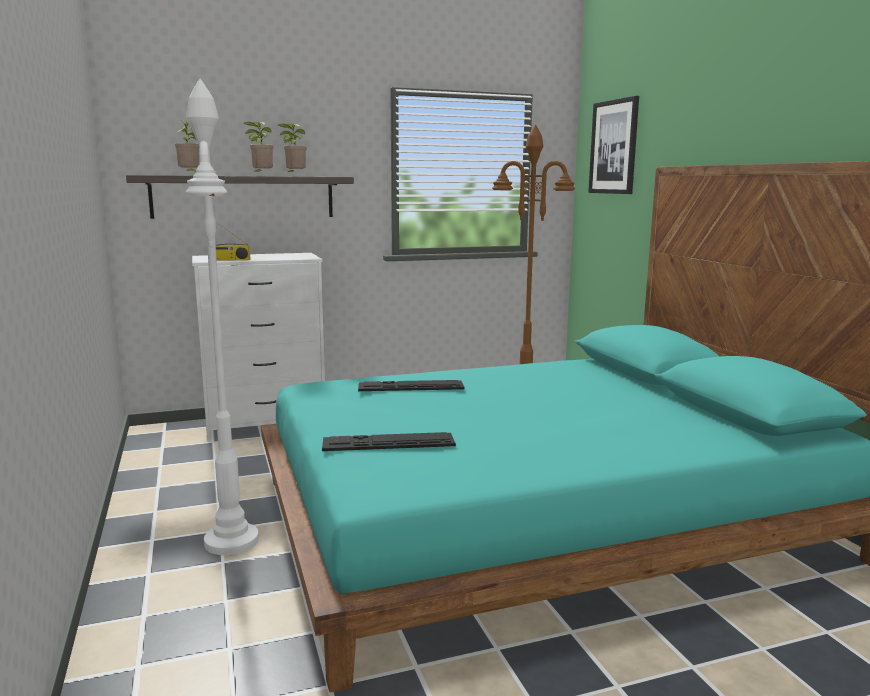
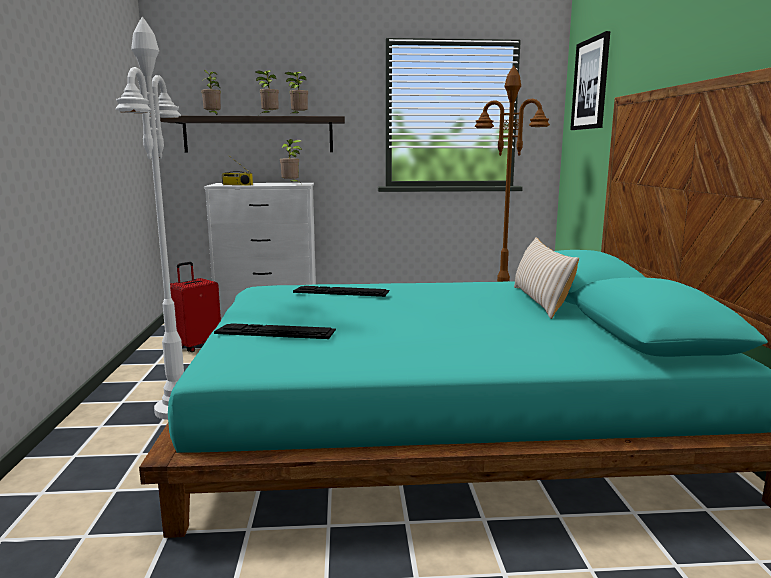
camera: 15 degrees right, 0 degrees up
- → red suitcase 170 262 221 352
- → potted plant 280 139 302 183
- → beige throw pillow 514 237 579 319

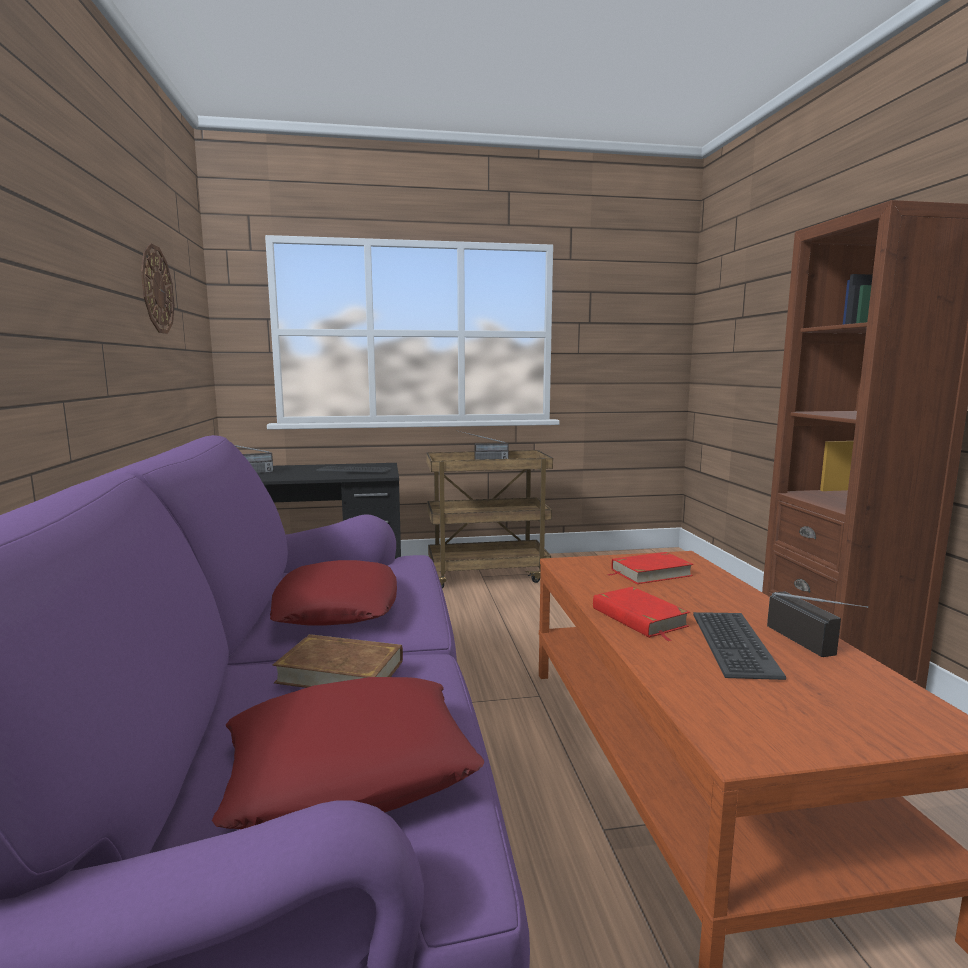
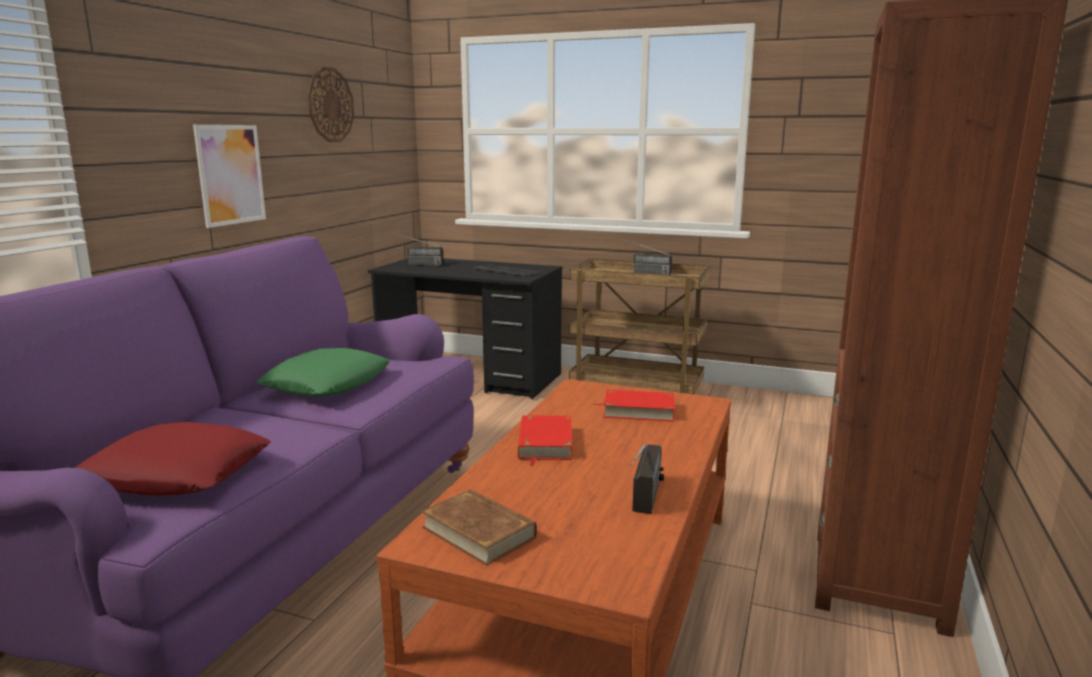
camera: 30 degrees right, 5 degrees up
- → wall art 193 125 266 228
red throw pillow 270 560 397 626 → greenish throw pillow 256 348 390 396
brown book 272 634 403 688 → brown book 421 489 537 566, moved
computer keyboard 693 612 786 680 → -

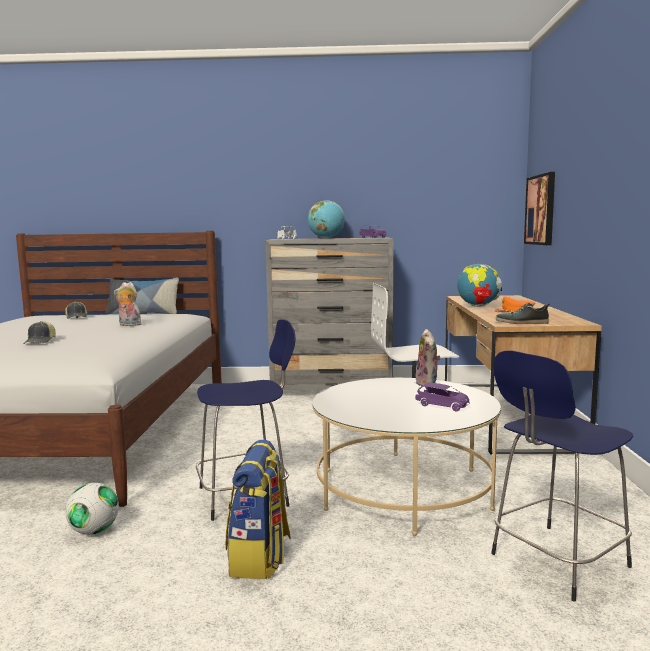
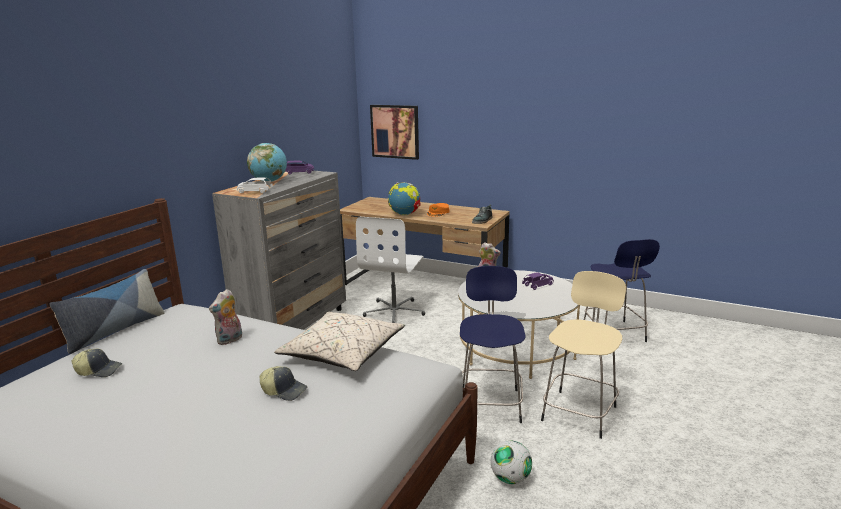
camera: 65 degrees left, 10 degrees up
- → beige throw pillow 274 312 405 371
rucksack 226 440 291 579 → beige stool seat 541 271 626 439

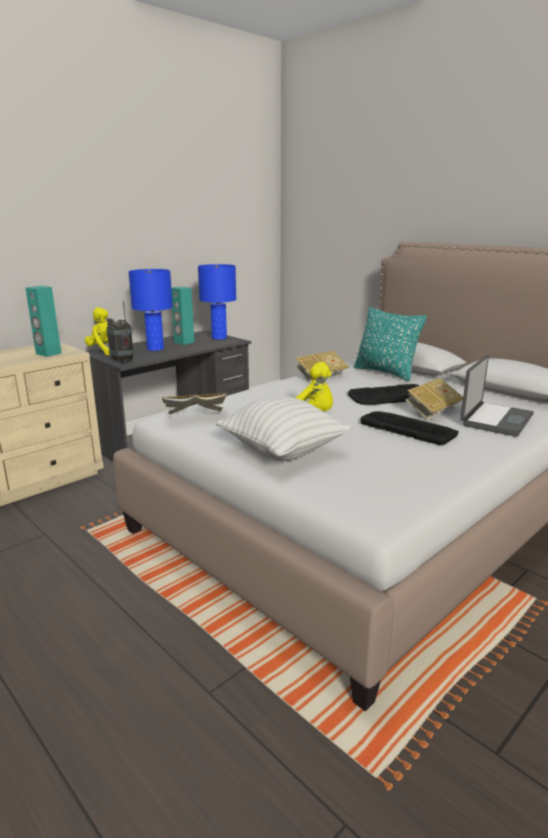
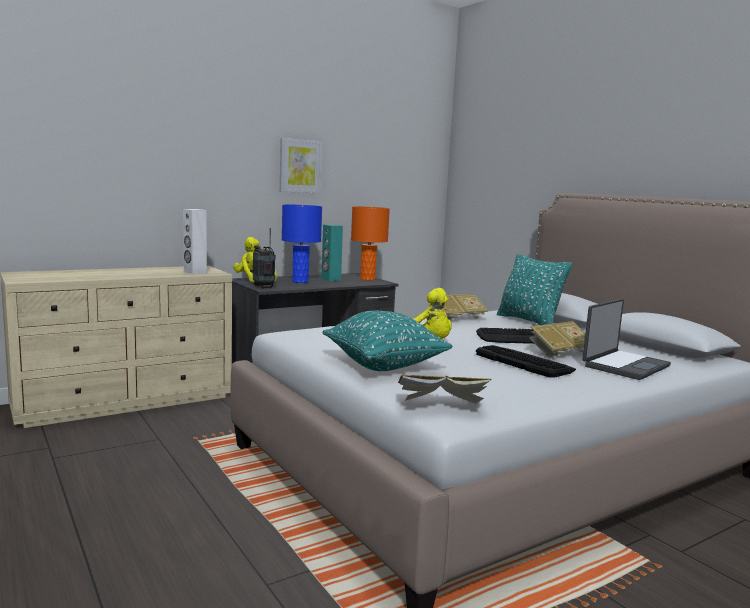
camera: 10 degrees right, 10 degrees down
blue-green loudspeaker 25 286 61 357 → white loudspeaker 183 209 207 274
- → wall art 280 138 323 193
white throw pillow 216 396 352 461 → blue-green throw pillow 322 310 452 371
blue-coloured table lamp 198 264 236 340 → orange table lamp 351 206 390 280
book 162 393 228 415 → book 398 375 492 404, moved

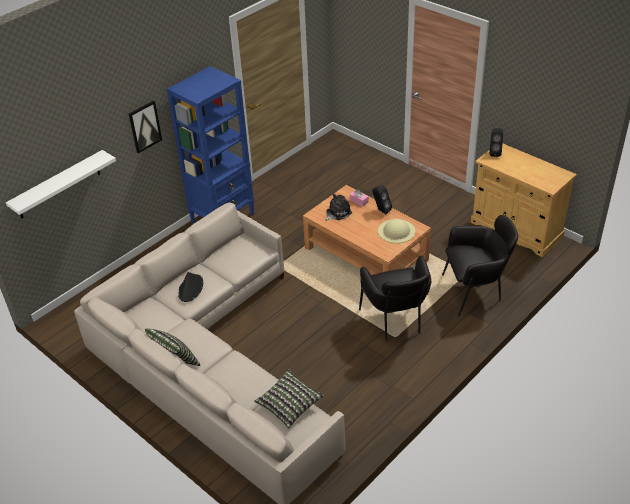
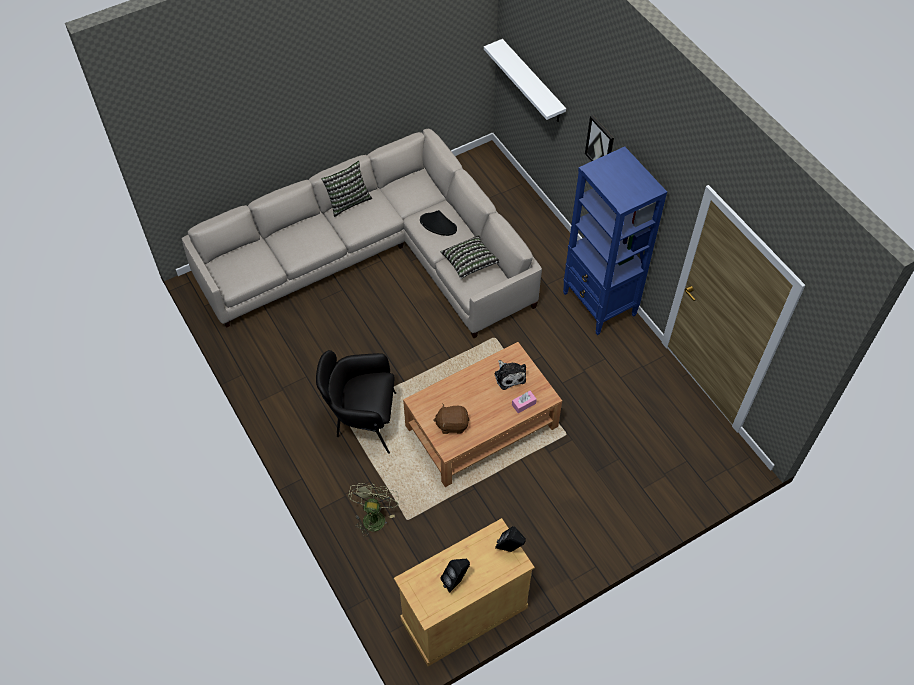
camera: 105 degrees right, 15 degrees up
black lounge chair 442 215 518 316 → greenish fan 348 483 399 537
beige clothing hat 378 219 415 243 → brown plush toy 434 404 470 434
black loudspeaker 372 186 392 214 → black loudspeaker 440 559 470 592, moved
throw pillow 254 369 324 429 → throw pillow 441 235 500 279, moved

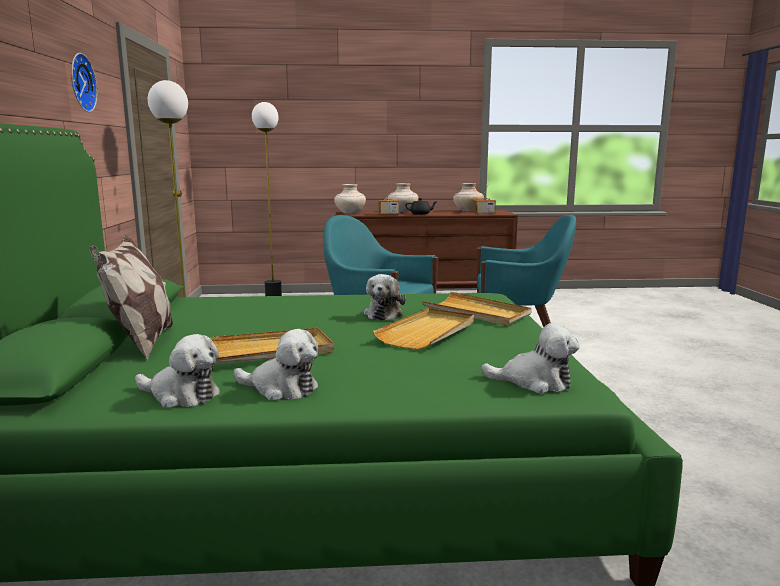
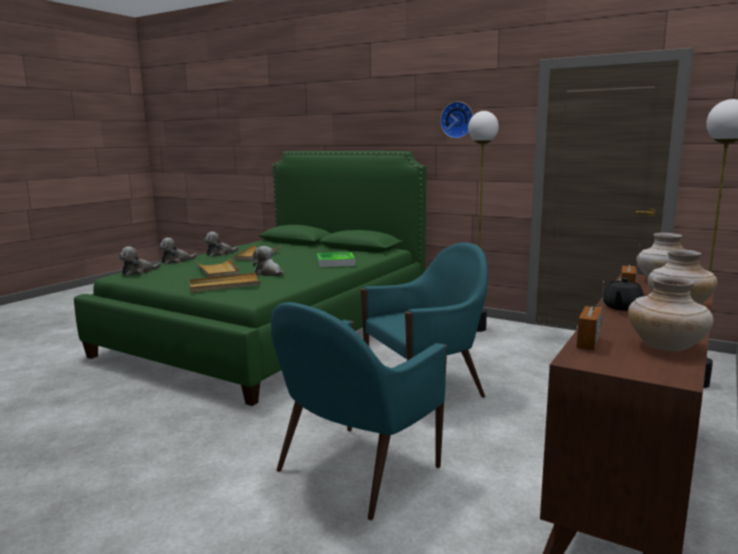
camera: 125 degrees right, 0 degrees up
plush toy 135 334 220 408 → plush toy 159 238 198 264, moved
- → carrying tray 317 252 356 267
throw pillow 89 234 173 360 → -

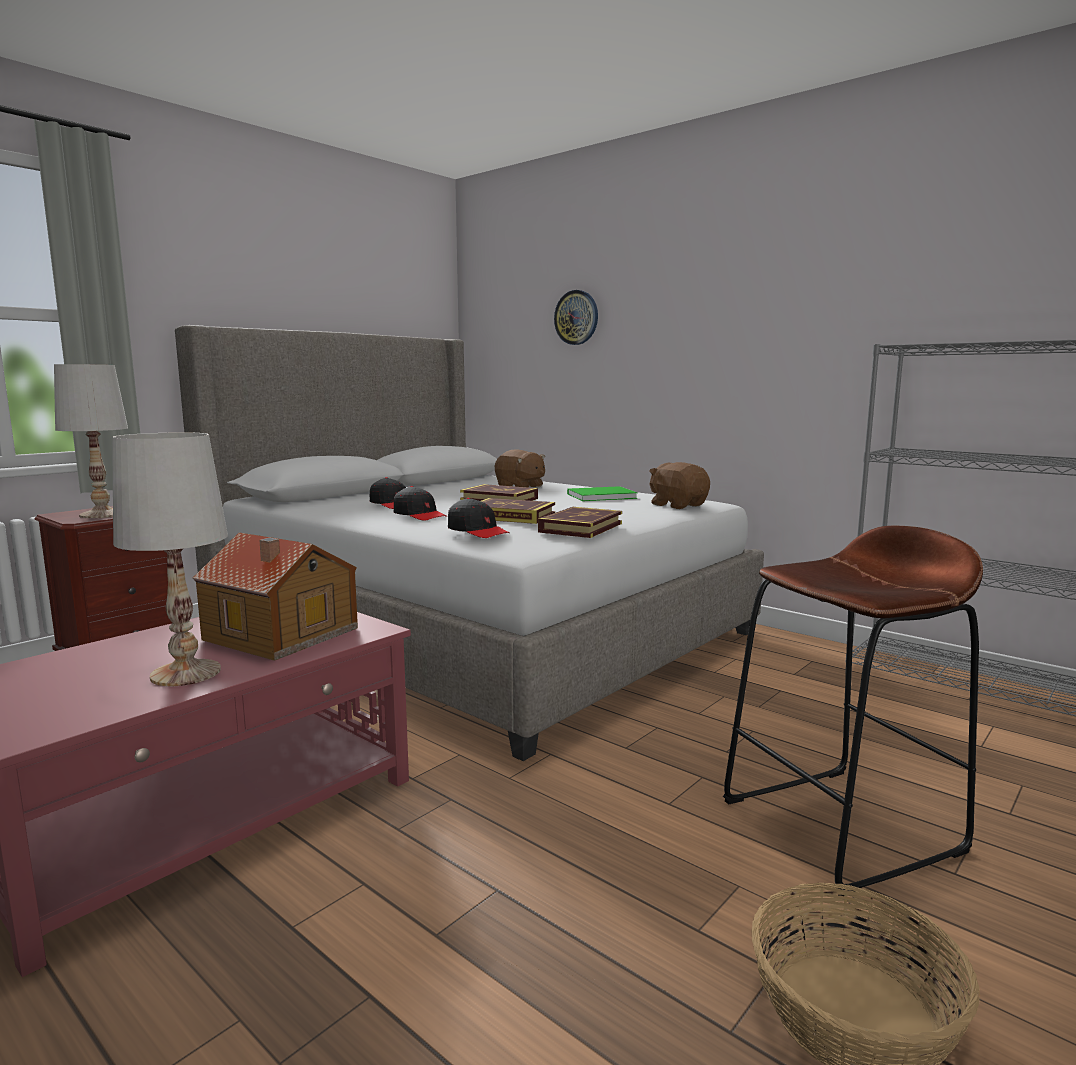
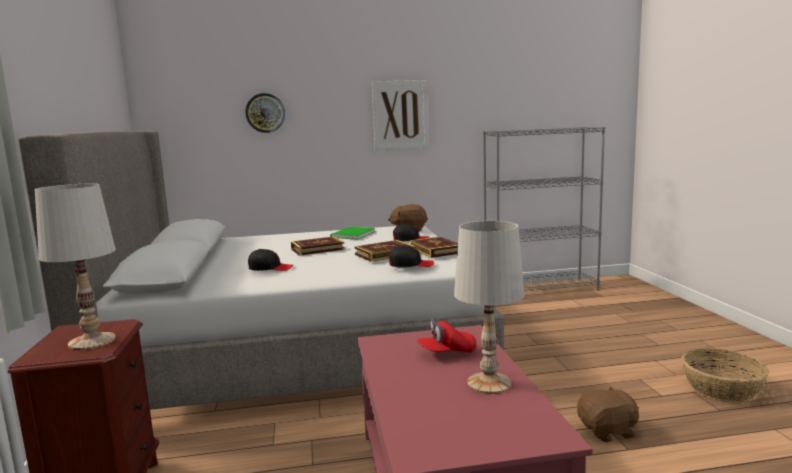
camera: 50 degrees left, 0 degrees up
- → wall art 372 80 428 150
black baseball cap 394 486 447 521 → black baseball cap 393 223 430 241, moved
model house 193 532 358 661 → red baseball cap 417 318 476 353
brown plush toy 495 450 545 488 → brown plush toy 577 386 639 442, moved
brown stool seat 723 526 983 896 → -

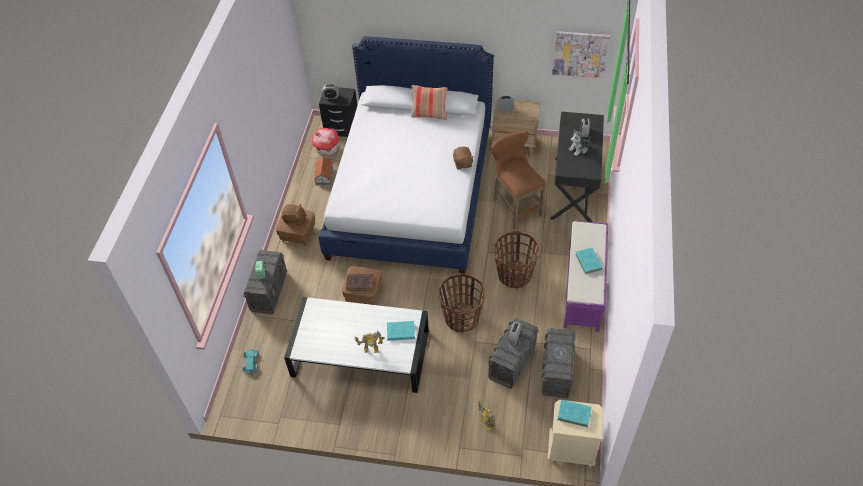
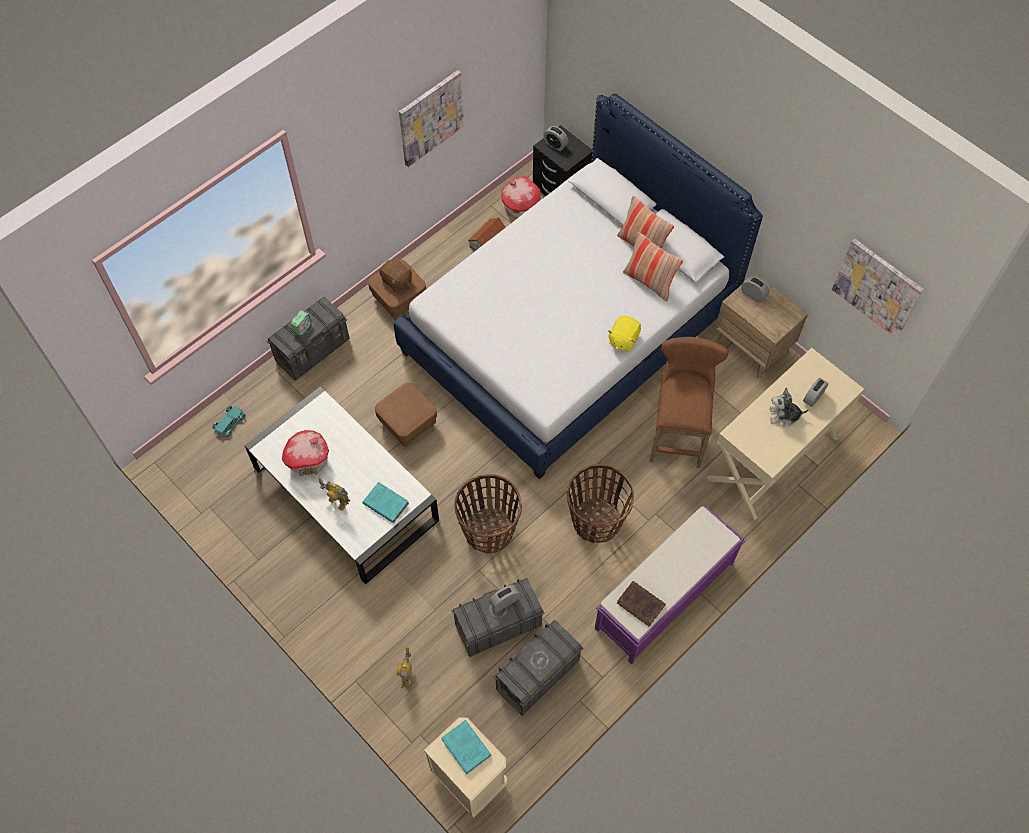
camera: 35 degrees right, 10 degrees up
- → model house 282 430 329 476
- → wall art 399 70 464 167
brown plush toy 453 147 474 170 → yellowish plush toy 608 316 641 351
brown book 346 274 373 291 → brown book 617 581 666 626, moved
- → throw pillow 623 232 683 301
black desk 550 112 604 222 → beige desk 707 348 864 520
blue-green book 575 248 603 274 → -

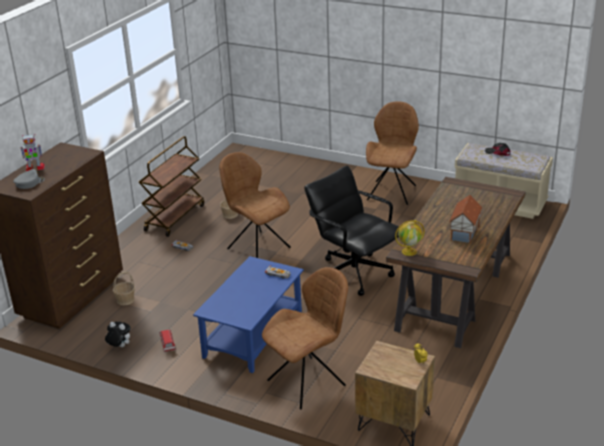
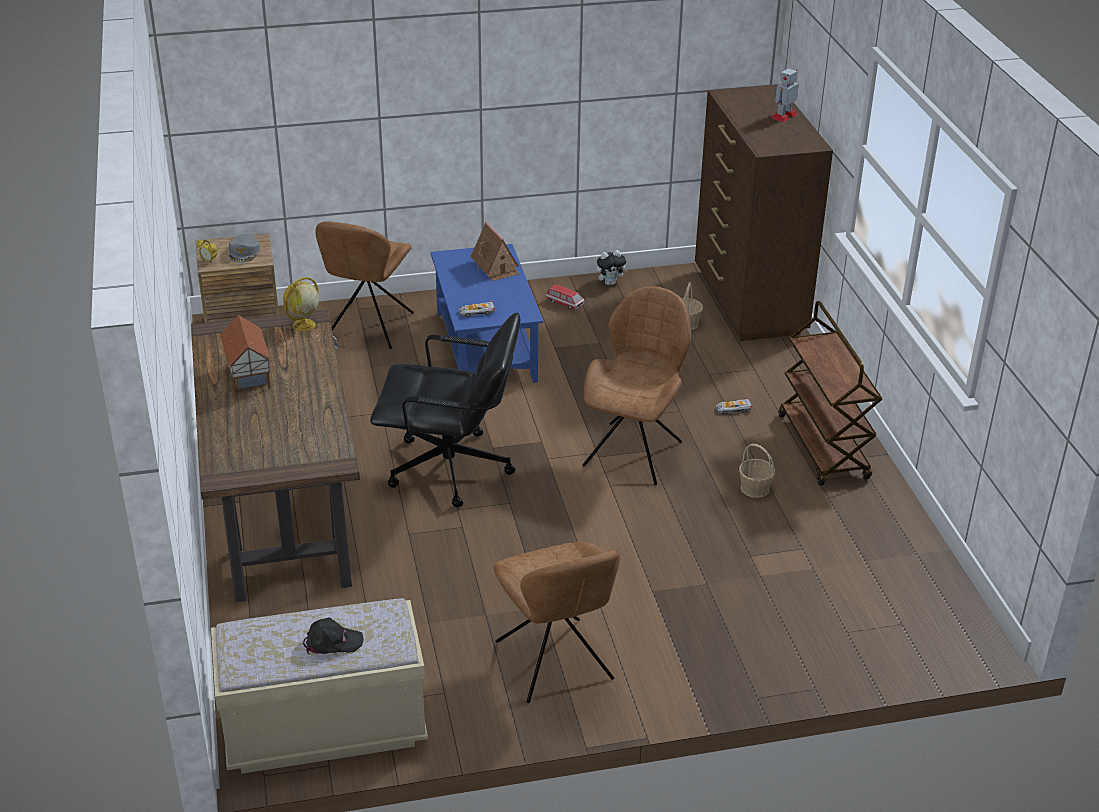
camera: 140 degrees right, 5 degrees up
grey baseball cap 13 169 45 189 → grey baseball cap 229 234 260 263, moved
- → model house 470 222 520 281
brown upright chair 219 152 291 258 → brown upright chair 582 286 691 485, 75 degrees counterclockwise

